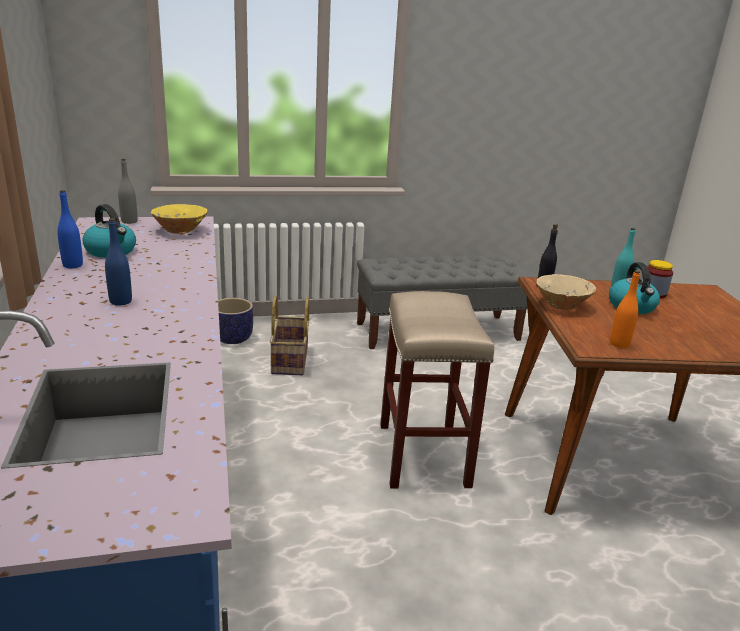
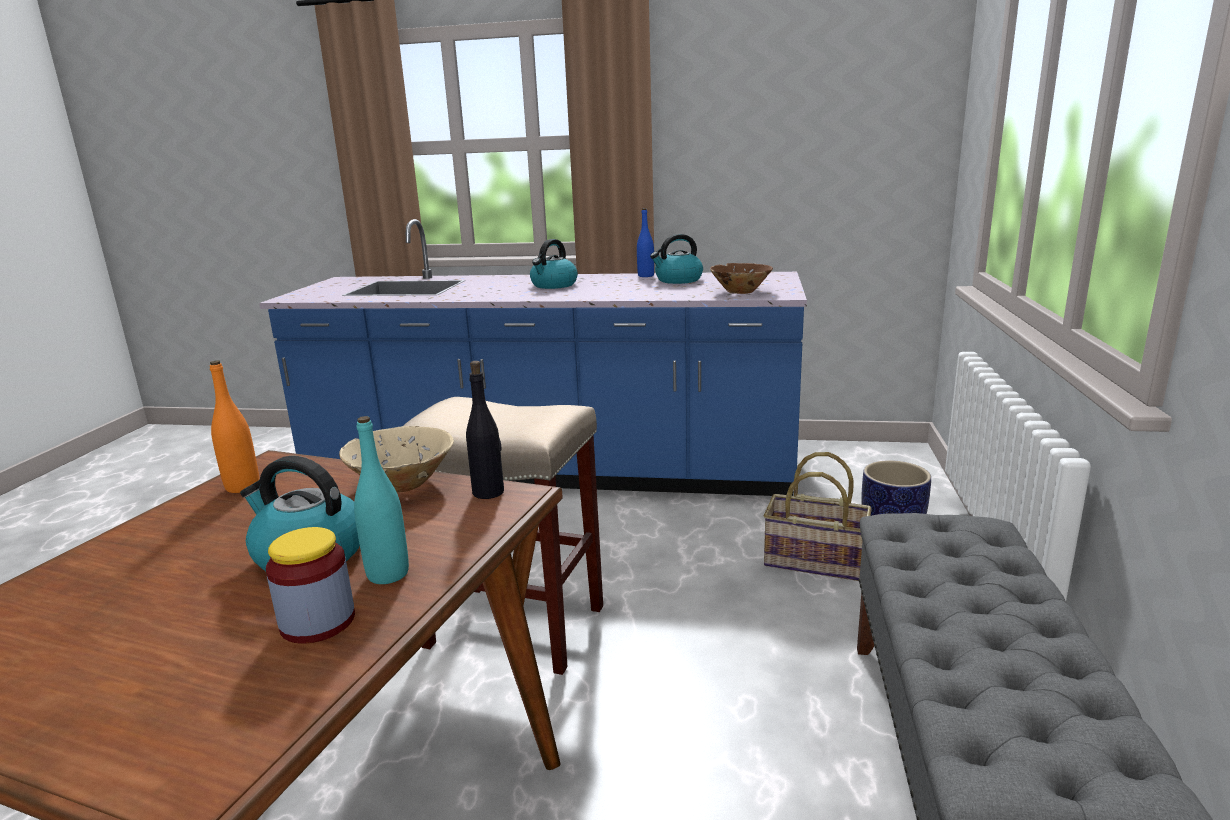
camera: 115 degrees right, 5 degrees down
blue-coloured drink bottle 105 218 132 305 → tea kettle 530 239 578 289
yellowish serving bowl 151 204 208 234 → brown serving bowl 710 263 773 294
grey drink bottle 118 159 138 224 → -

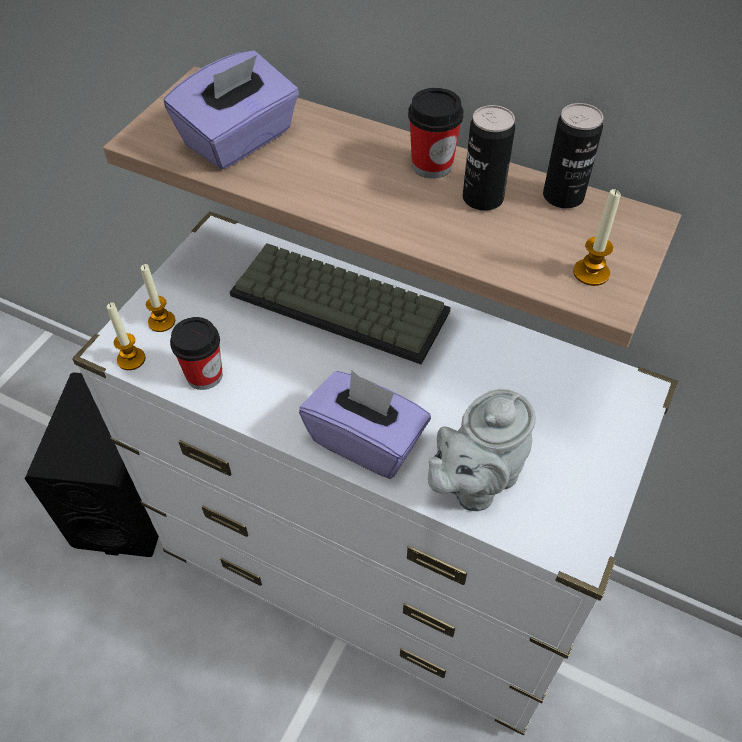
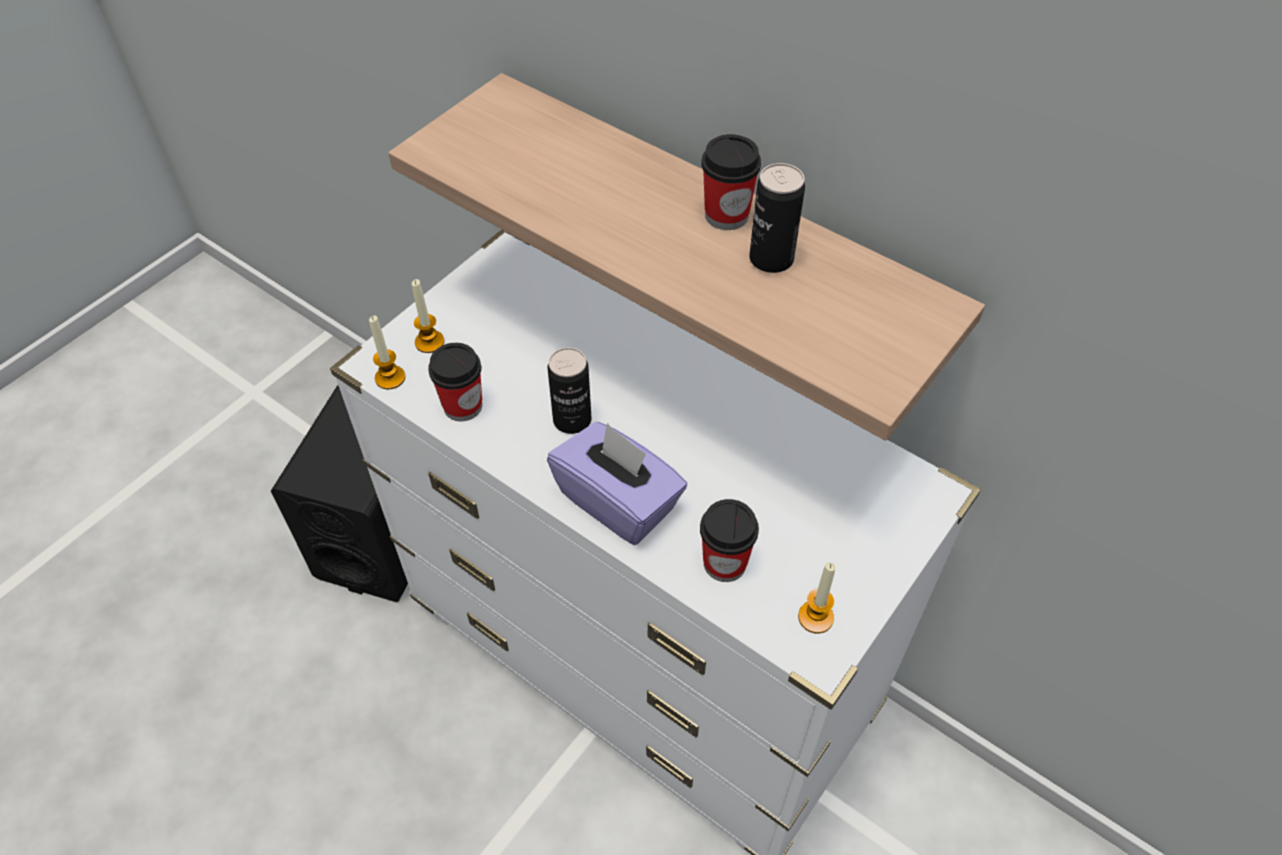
camera: 10 degrees right, 0 degrees up
sealed can 543 103 603 209 → sealed can 547 347 592 434, moved
grey tea pot 428 389 536 511 → cup 700 499 759 582
candle 573 189 621 286 → candle 798 562 835 634, moved
purplish tissue box 164 50 299 169 → -
computer keyboard 230 243 451 365 → -

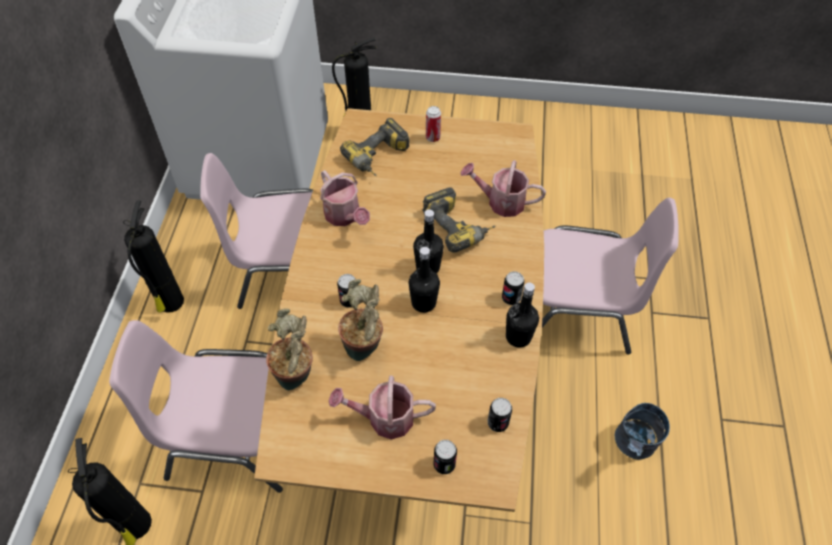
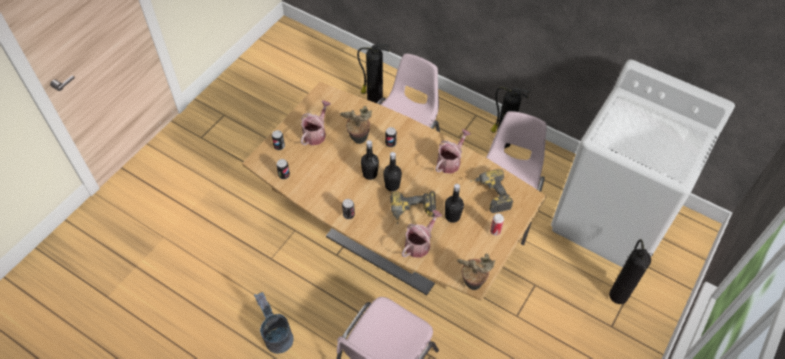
camera: 115 degrees right, 0 degrees up
watering can 320 170 370 226 → watering can 435 129 471 173, 135 degrees clockwise
black drink bottle 506 282 539 348 → black drink bottle 445 184 464 223, moved
potted plant 266 308 313 390 → potted plant 457 254 495 290, moved

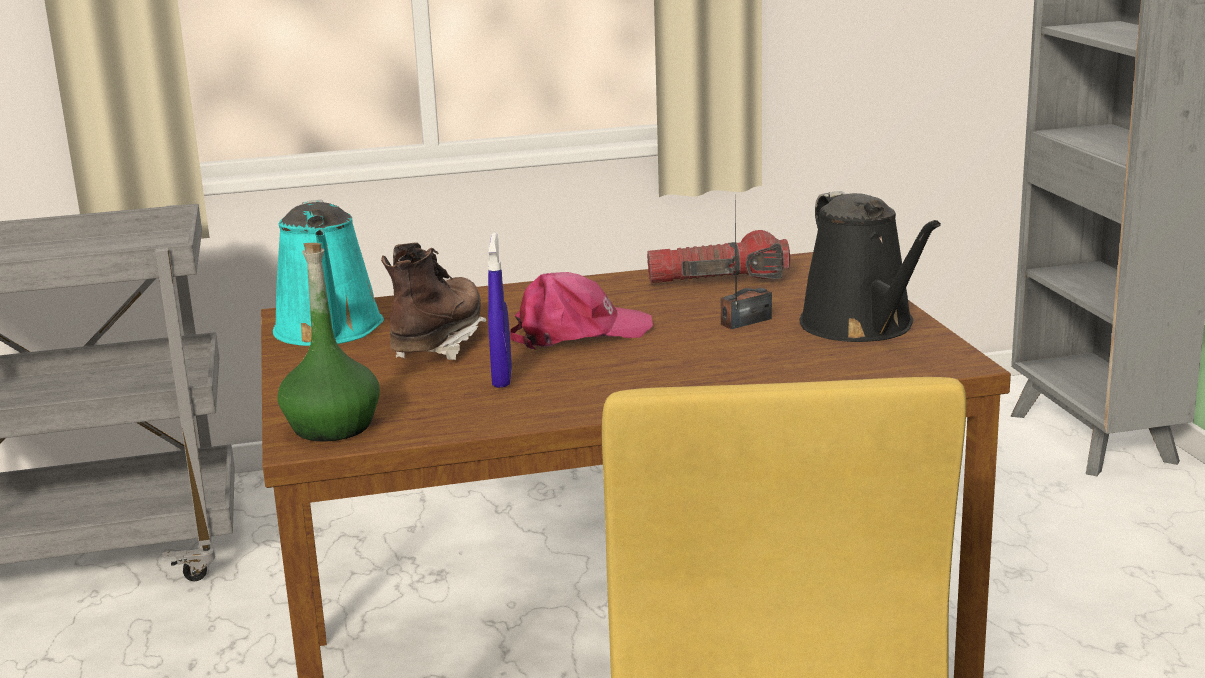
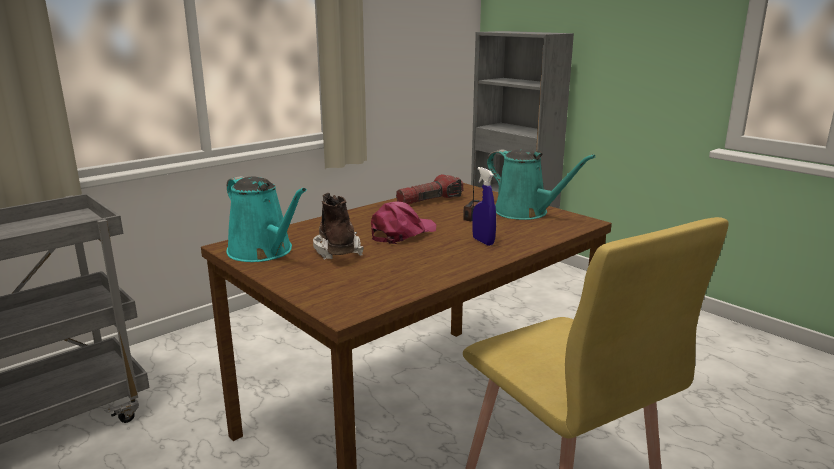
camera: 30 degrees left, 0 degrees up
blue-coloured sprayer 488 232 512 388 → blue-coloured sprayer 472 167 496 246, moved
black watering can 800 191 941 342 → blue-green watering can 487 149 596 220
greenish drink bottle 277 243 380 441 → -

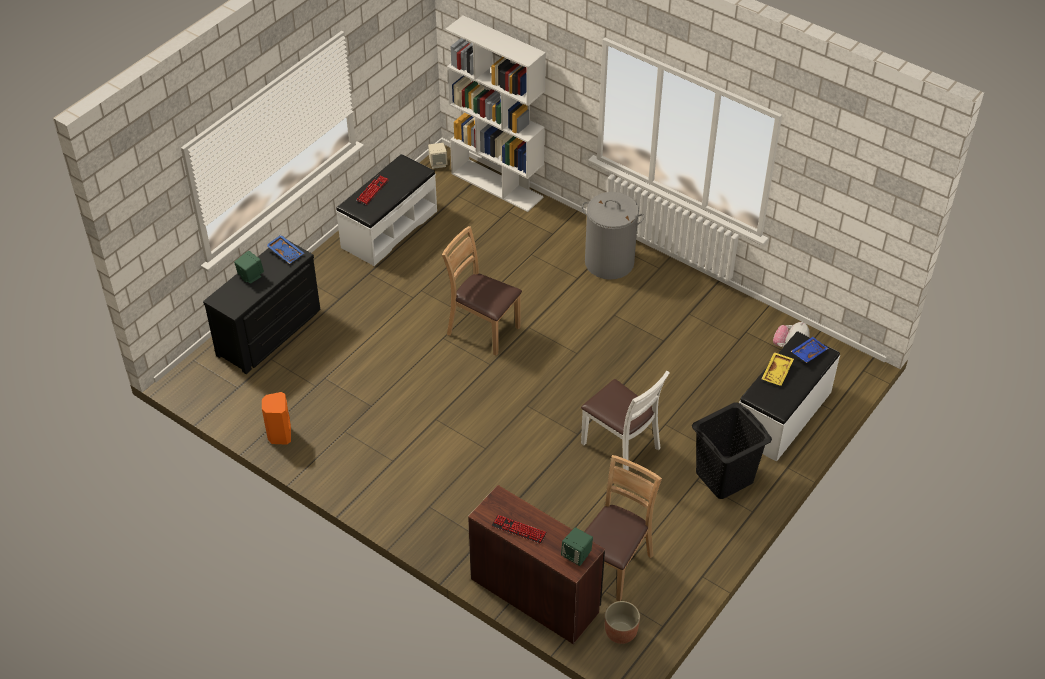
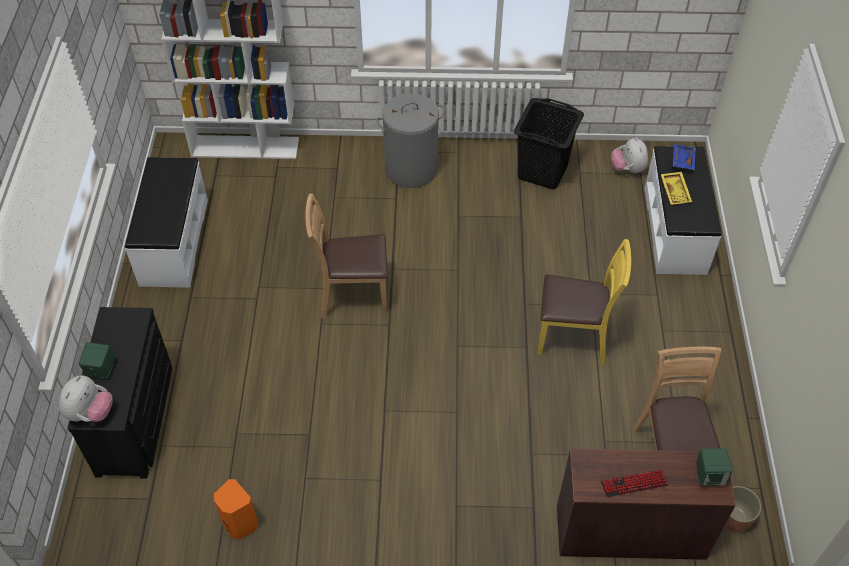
camera: 35 degrees left, 5 degrees up
- → plush toy 59 375 113 422
black laundry basket 692 402 772 499 → black laundry basket 514 98 584 189, moved
white upright chair 581 371 670 471 → yellowish upright chair 537 239 631 365
blue-coloured carrying tray 266 235 304 264 → -
computer keyboard 356 175 389 205 → -
beige loudspeaker 428 143 448 169 → -

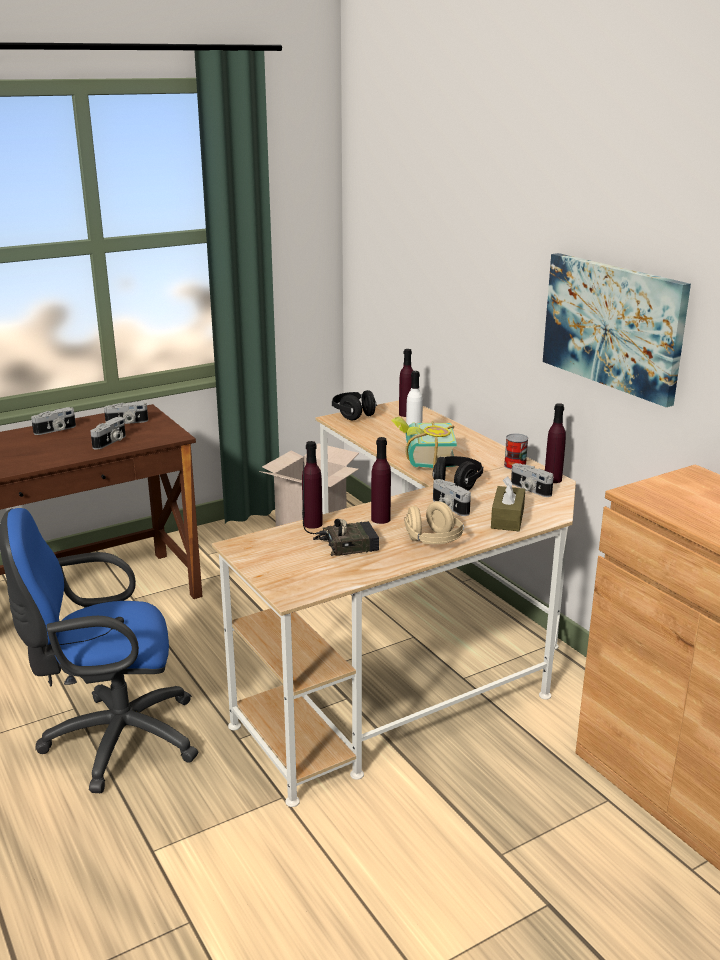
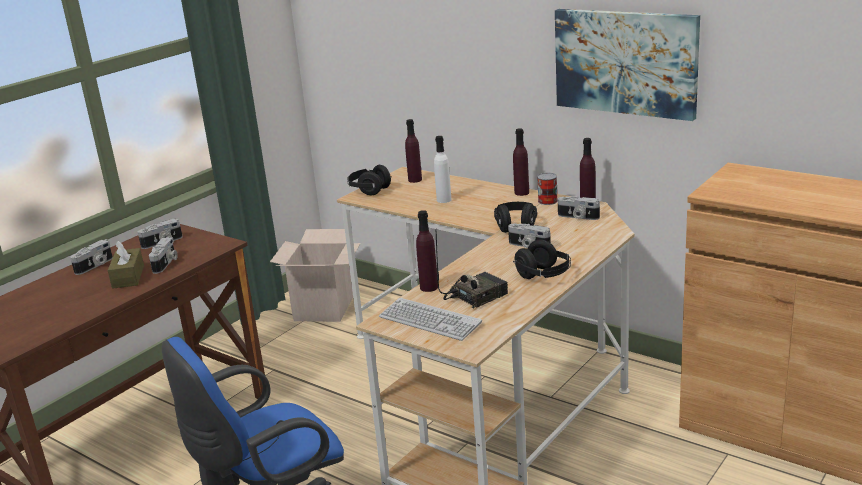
camera: 20 degrees left, 0 degrees up
brown tissue box 491 477 525 531 → brown tissue box 108 241 144 289, moved
- → computer keyboard 379 298 482 341
purplish drink bottle 371 437 391 524 → purplish drink bottle 513 128 529 196, moved
beige headphones 404 501 464 544 → black headphones 513 240 571 279
book 391 417 457 468 → -

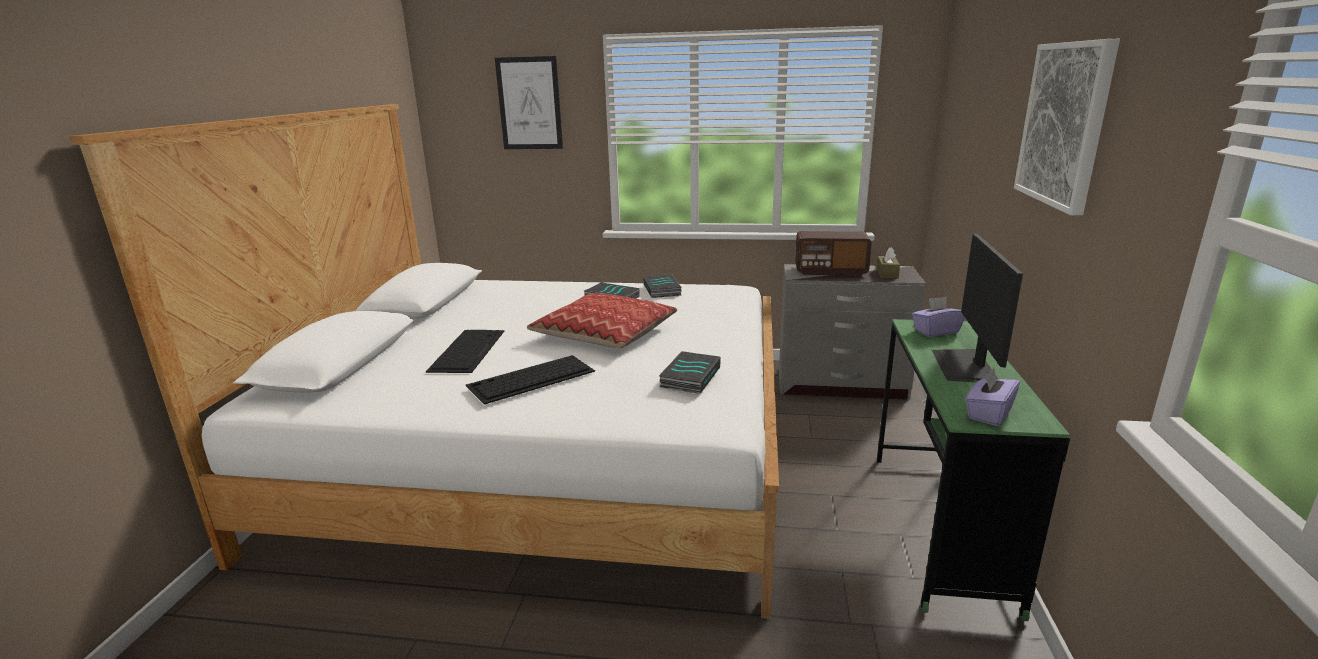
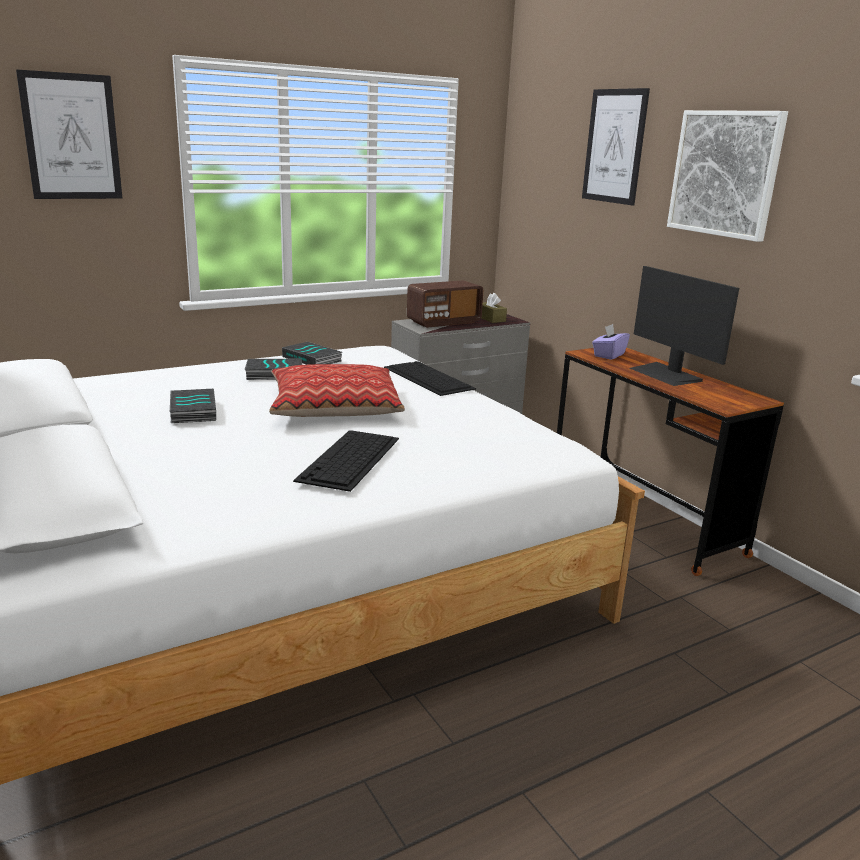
camera: 40 degrees left, 0 degrees up
book 659 351 721 394 → book 170 389 216 423, moved
computer keyboard 426 330 504 373 → computer keyboard 384 361 476 396, moved
greenish desk 877 319 1070 621 → brown desk 557 348 784 576
- → wall art 582 88 650 205
purplish tissue box 966 368 1020 426 → -

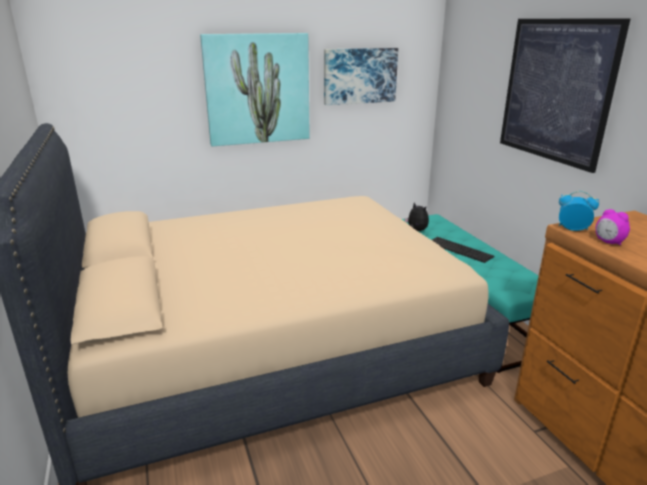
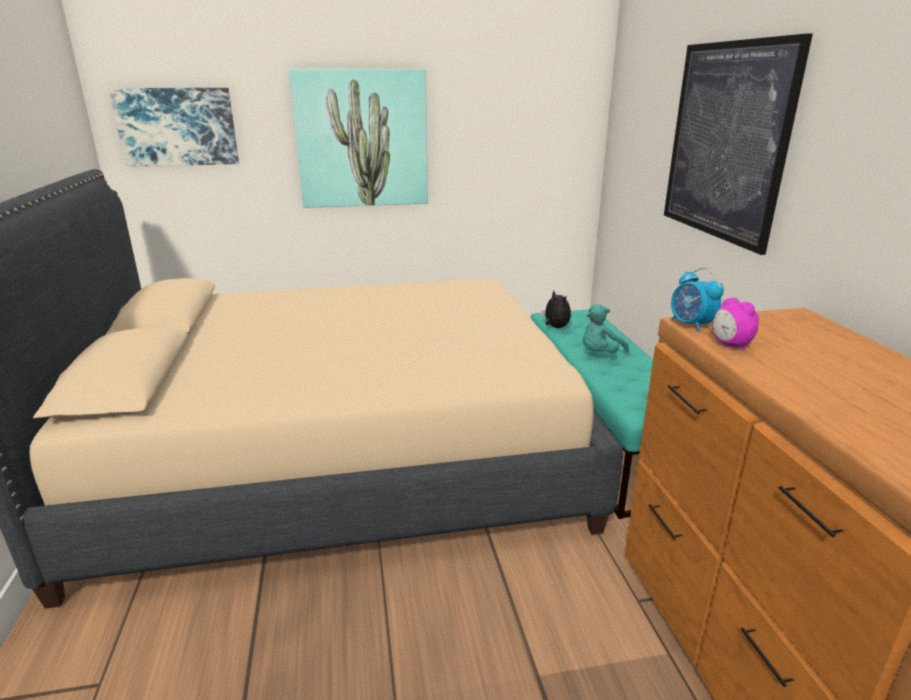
camera: 10 degrees right, 0 degrees up
wall art 324 48 398 105 → wall art 109 88 239 167, moved
computer keyboard 432 237 494 263 → blue-green plush toy 583 304 629 353
table clock 559 191 599 231 → table clock 671 268 724 332, 150 degrees counterclockwise

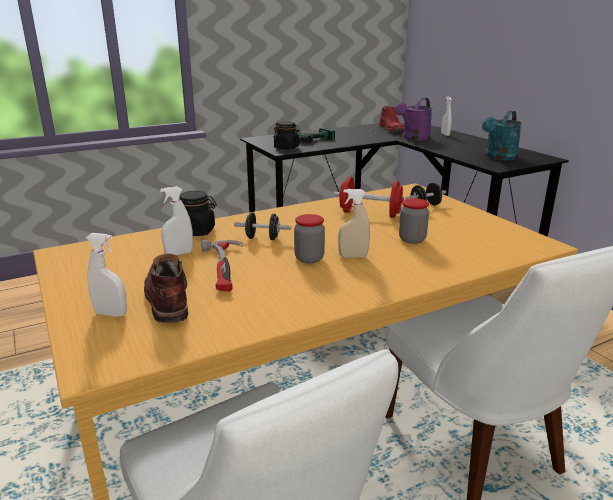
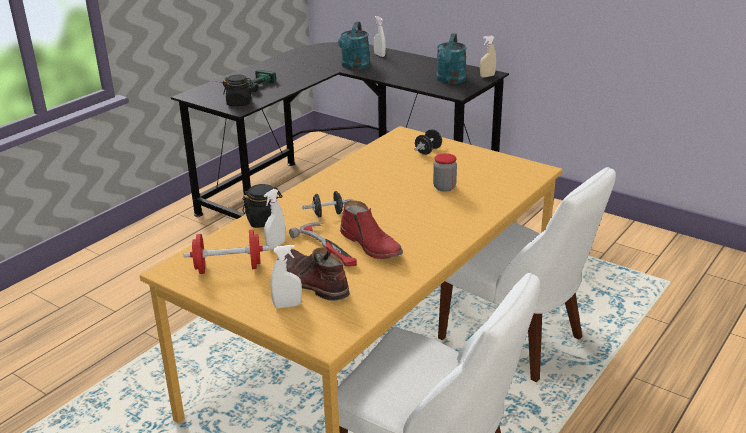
camera: 25 degrees left, 5 degrees up
red free weight 334 177 407 218 → red free weight 184 230 269 274, moved
purplish watering can 395 98 432 141 → blue-green watering can 338 22 370 70
red tall boot 379 106 404 132 → red tall boot 340 200 403 259, moved
beige sprayer 338 189 370 258 → beige sprayer 480 35 496 77, moved
jar 294 214 325 264 → -

